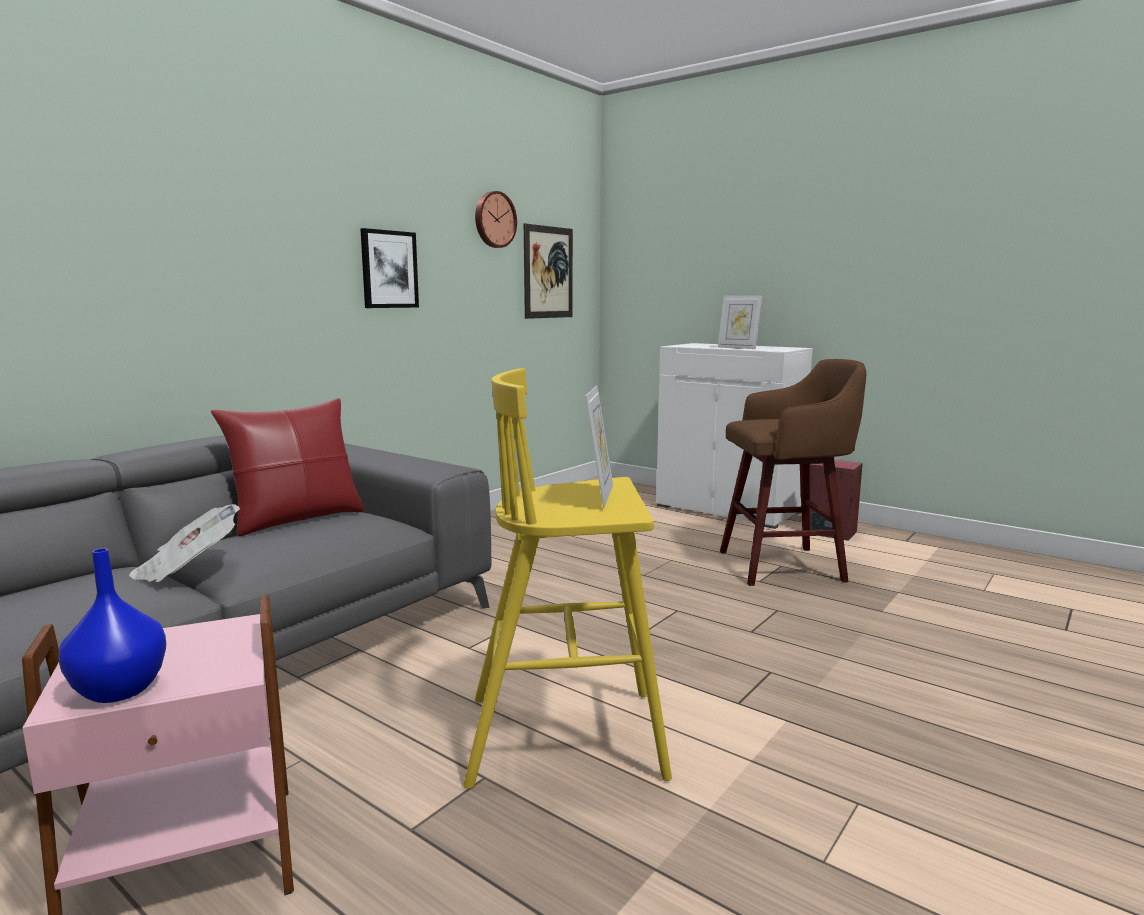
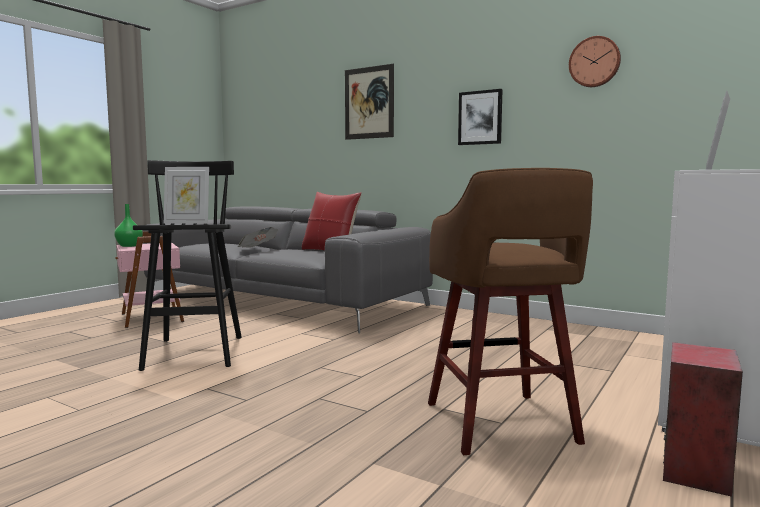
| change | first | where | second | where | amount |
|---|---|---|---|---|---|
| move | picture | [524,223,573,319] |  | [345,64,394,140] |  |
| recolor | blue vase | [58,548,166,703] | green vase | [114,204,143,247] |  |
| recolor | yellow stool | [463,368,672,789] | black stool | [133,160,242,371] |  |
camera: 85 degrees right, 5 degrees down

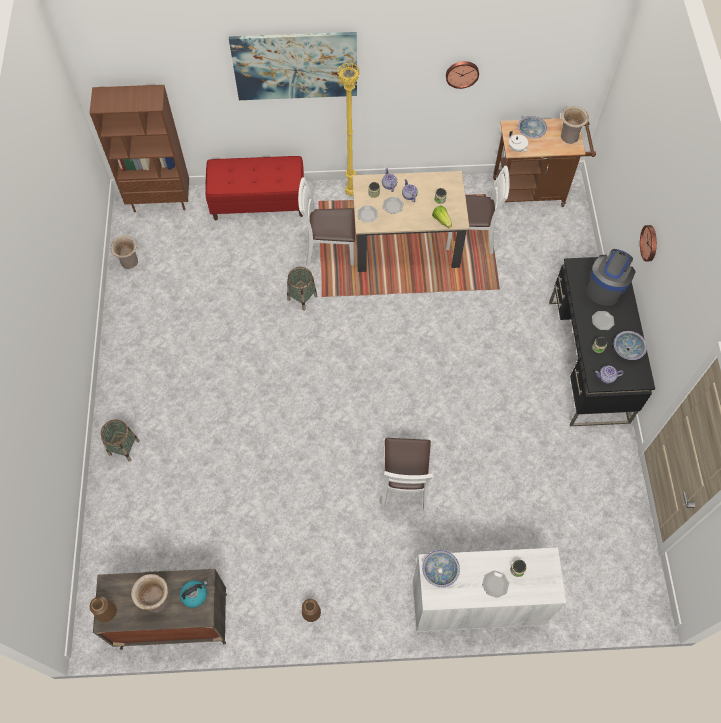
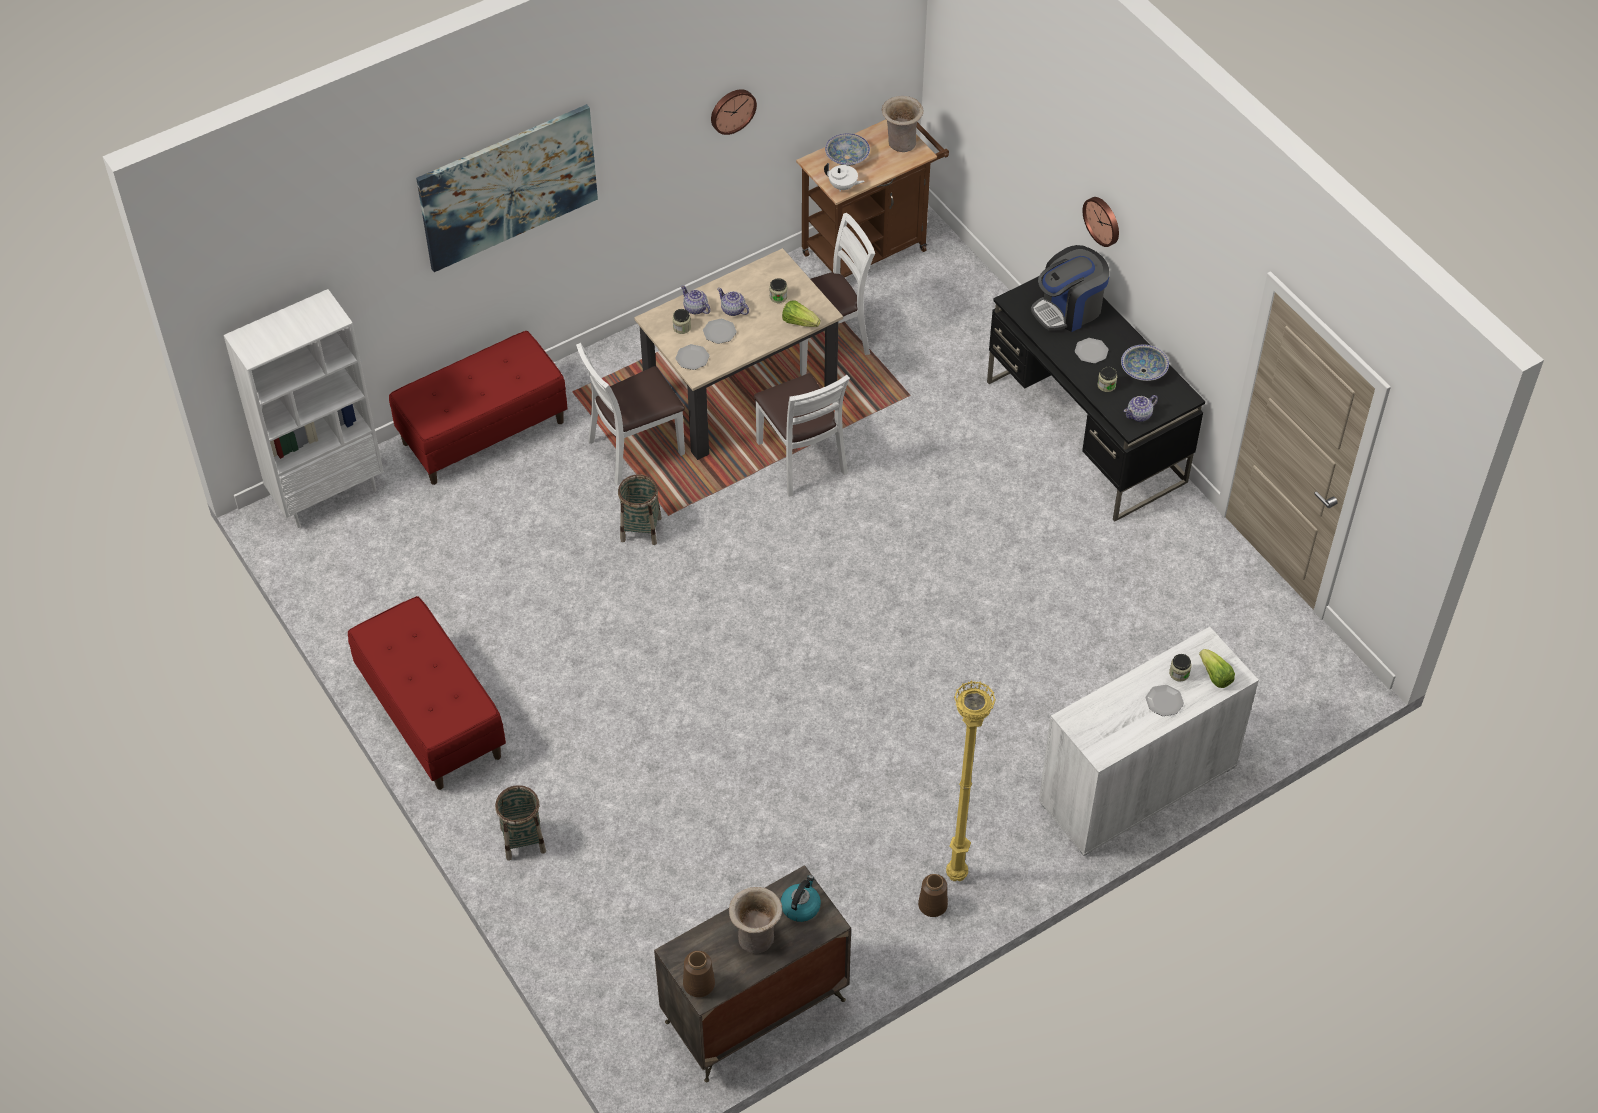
| change | first | where | second | where | amount |
|---|---|---|---|---|---|
| delete | beige vase | [110,235,138,269] |  |  |  |
| delete | bowl | [422,550,460,588] |  |  |  |
| insert |  |  | red bench | [348,596,506,790] |  |
| insert |  |  | lettuce | [1199,649,1235,688] |  |
| move | yellow floor lamp | [337,63,360,196] |  | [946,681,996,881] |  |
| move | white chair | [381,438,433,511] |  | [754,373,850,497] |  |
| recolor | brown bookcase | [89,85,189,212] | white bookcase | [224,289,384,528] |  |
| rotate | coffee machine | [587,249,636,306] |  | [1031,245,1110,332] | 120 degrees counterclockwise |
camera: 30 degrees left, 10 degrees down

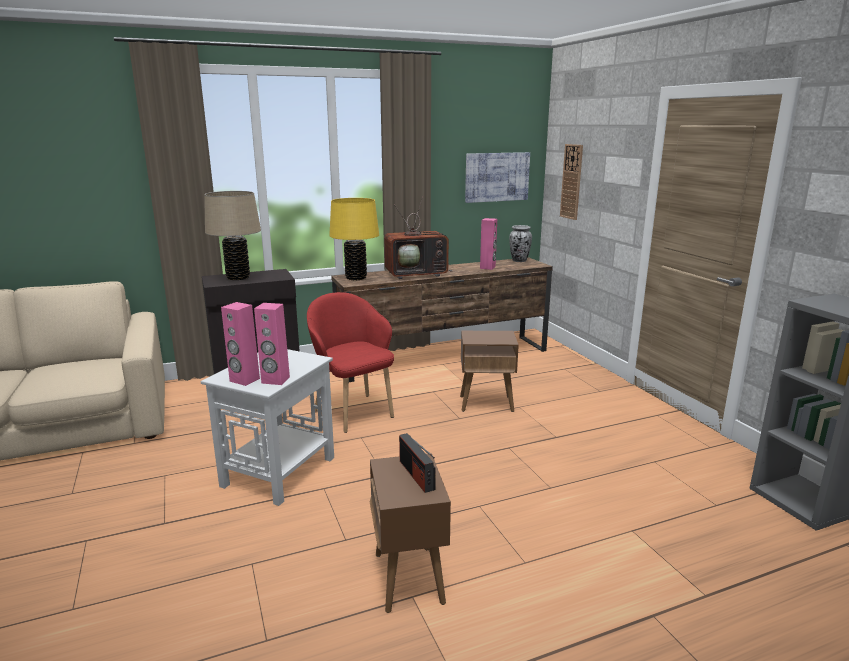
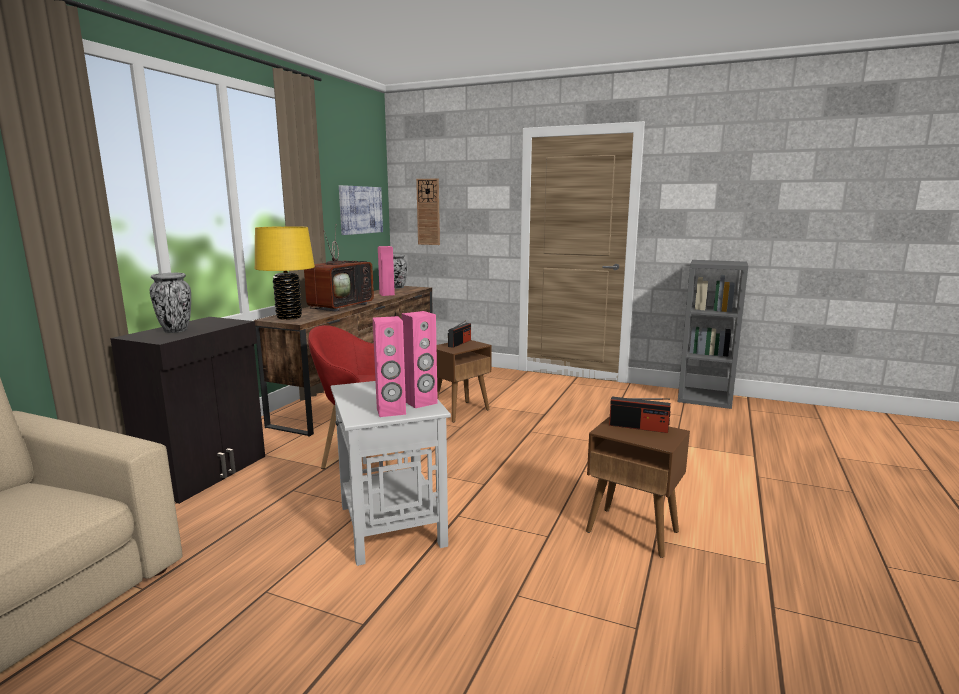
| change | first | where | second | where | amount |
|---|---|---|---|---|---|
| insert |  |  | radio | [448,320,471,348] |  |
| replace | beige table lamp | [204,191,261,280] | vase | [150,273,191,333] |  |
camera: 45 degrees left, 5 degrees down

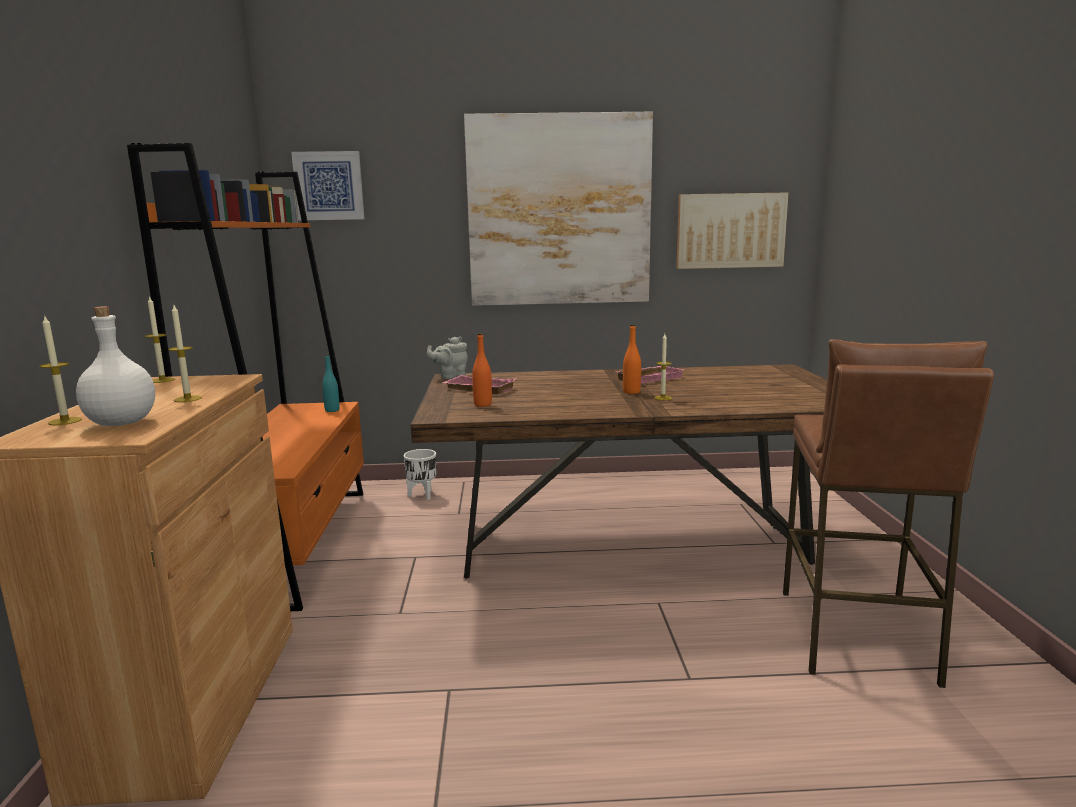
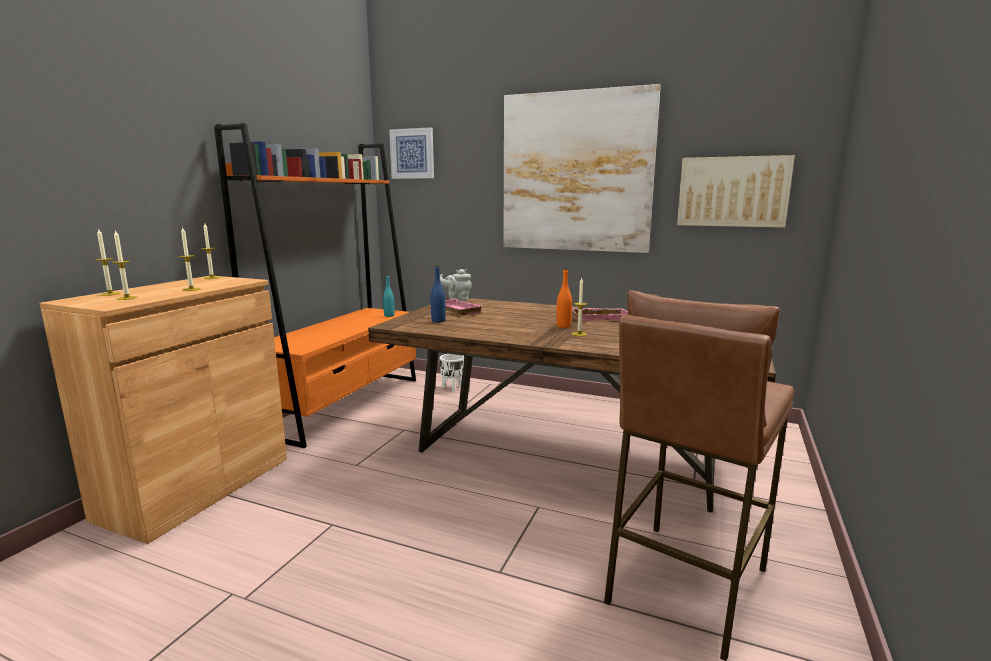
| change | first | where | second | where | amount |
|---|---|---|---|---|---|
| replace | white bottle | [76,306,155,426] | candle | [112,230,138,300] |  |
| recolor | orange bottle | [472,333,492,407] | blue bottle | [431,265,446,323] |  |
camera: 25 degrees right, 0 degrees up

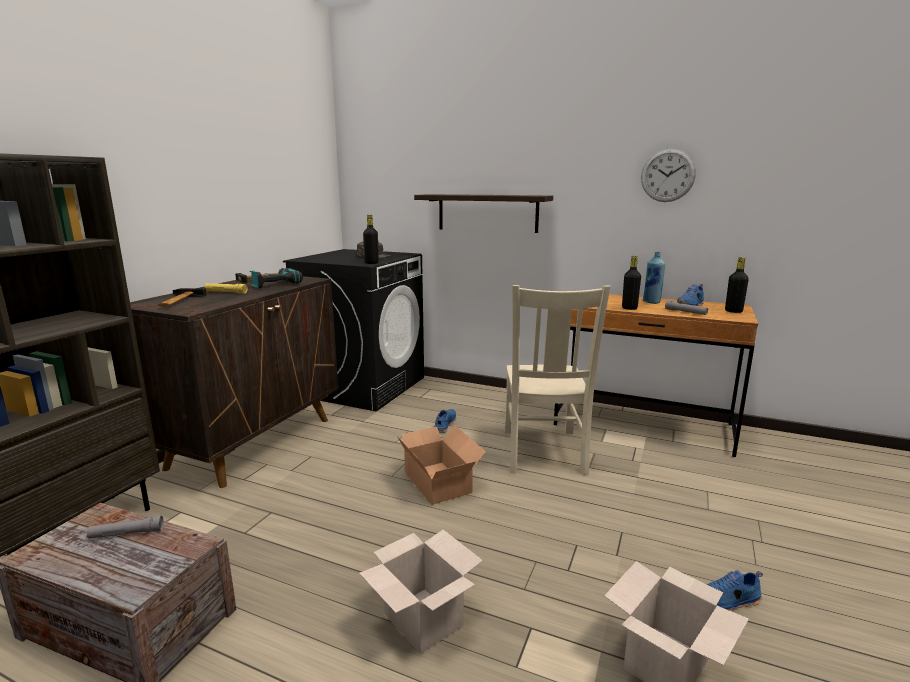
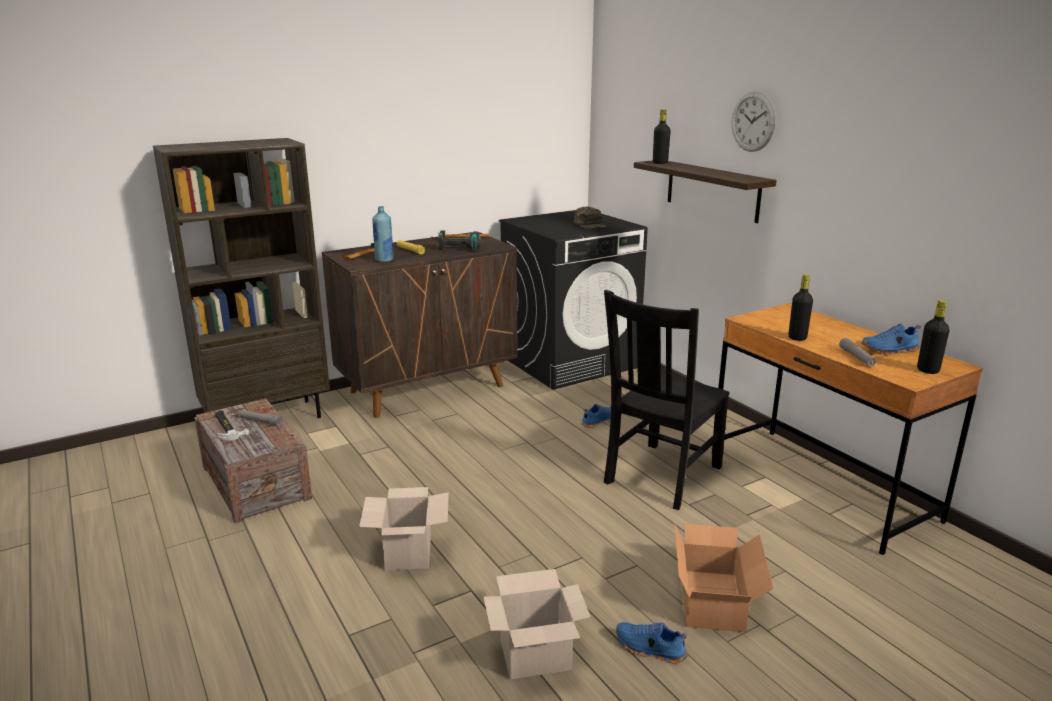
| change | first | where | second | where | amount |
|---|---|---|---|---|---|
| insert |  |  | hammer | [215,411,250,440] |  |
| move | black bottle | [363,215,379,264] |  | [653,109,671,164] |  |
| move | cardboard box | [396,425,486,505] |  | [674,523,774,632] |  |
| move | wall clock | [641,149,696,202] |  | [732,92,776,152] |  |
| move | blue bottle | [643,252,666,304] |  | [372,206,394,262] |  |
| recolor | beige chair | [504,285,611,475] | black chair | [604,290,730,510] |  |
camera: 35 degrees right, 5 degrees up

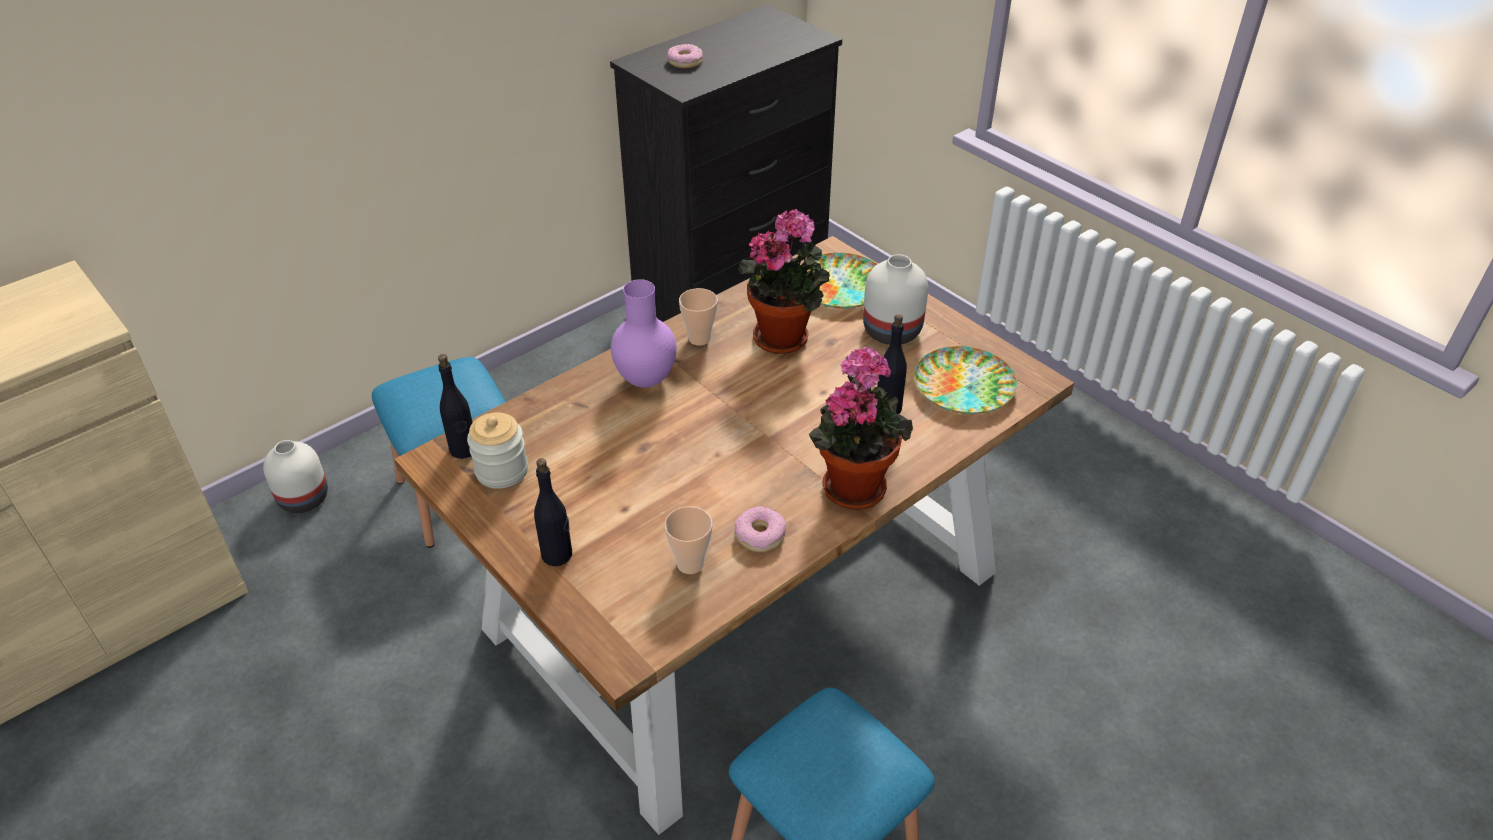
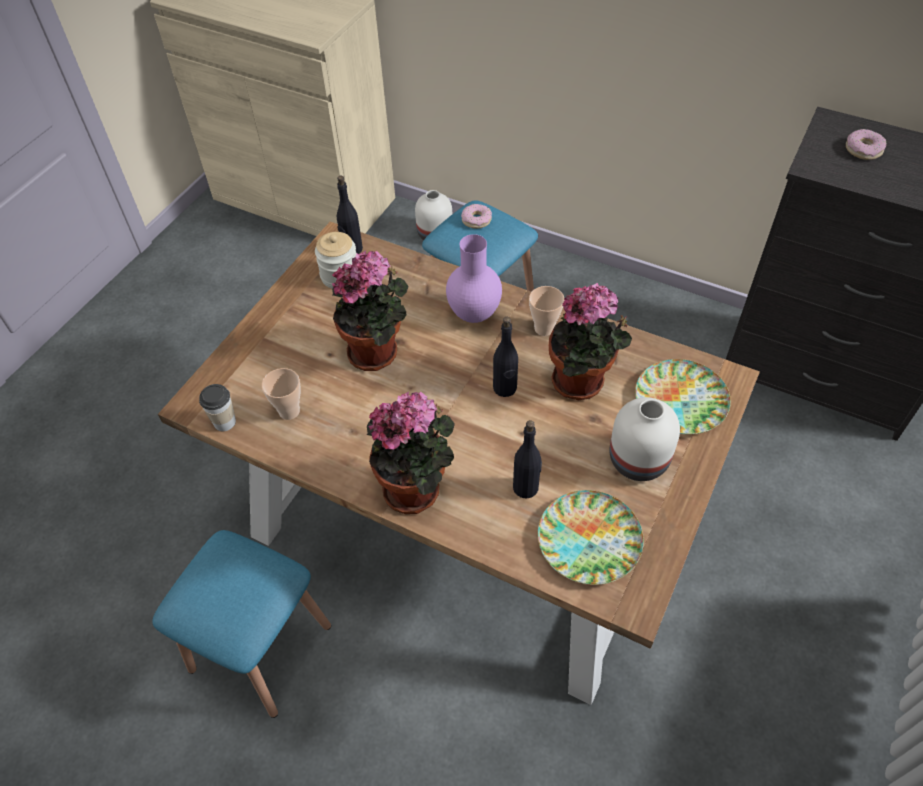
| change | first | where | second | where | amount |
|---|---|---|---|---|---|
| insert |  |  | cup | [199,384,236,431] |  |
| insert |  |  | potted plant | [332,251,409,371] |  |
| move | black bottle | [534,458,572,566] |  | [493,317,518,397] |  |
| move | donut | [735,506,786,552] |  | [461,204,492,229] |  |
camera: 70 degrees right, 10 degrees up

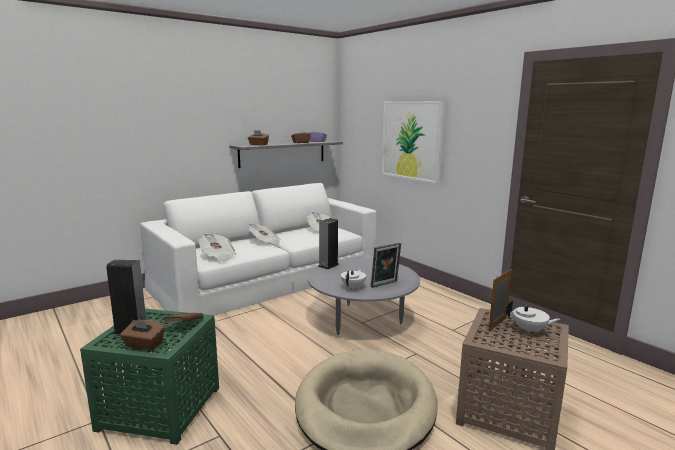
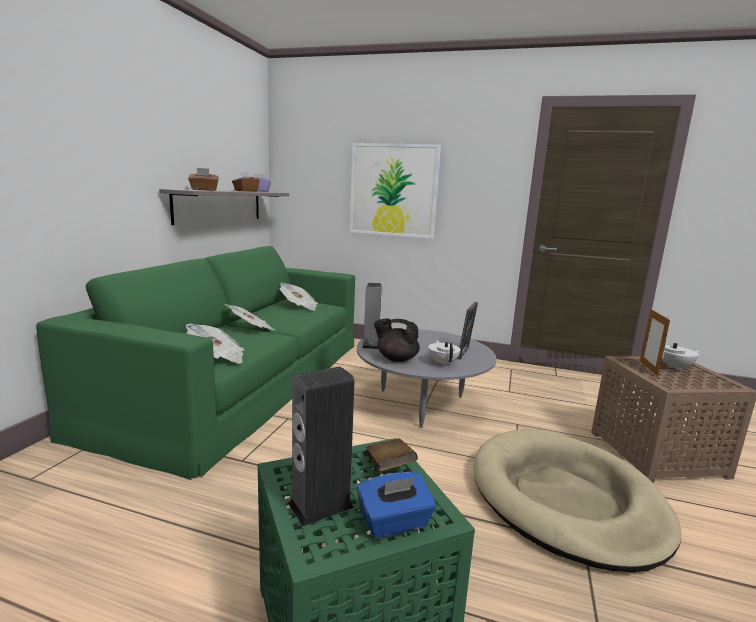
| change | first | where | second | where | amount |
|---|---|---|---|---|---|
| insert |  |  | black teapot | [374,319,420,362] |  |
| recolor | brown tissue box | [120,320,165,350] | blue tissue box | [357,472,436,538] |  |
| recolor | white sofa | [140,183,376,315] | green sofa | [36,246,355,480] |  |
camera: 35 degrees left, 0 degrees up

